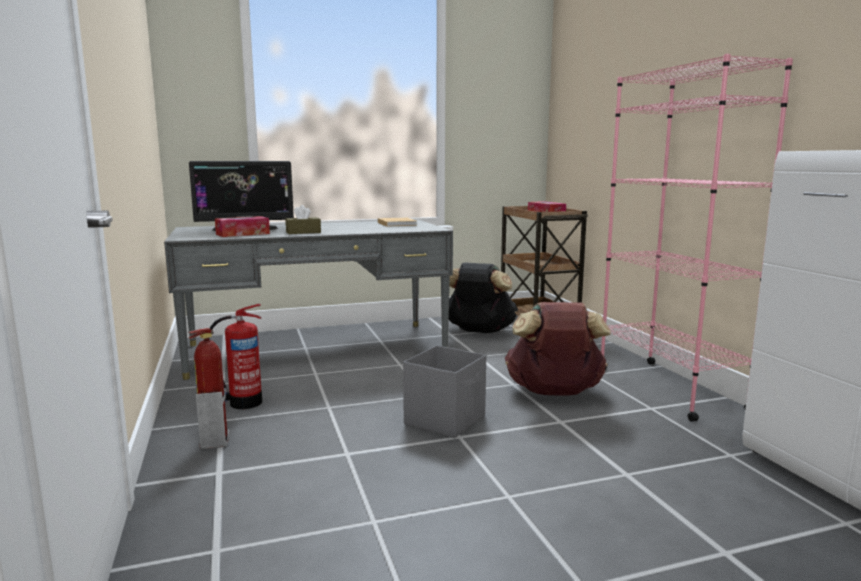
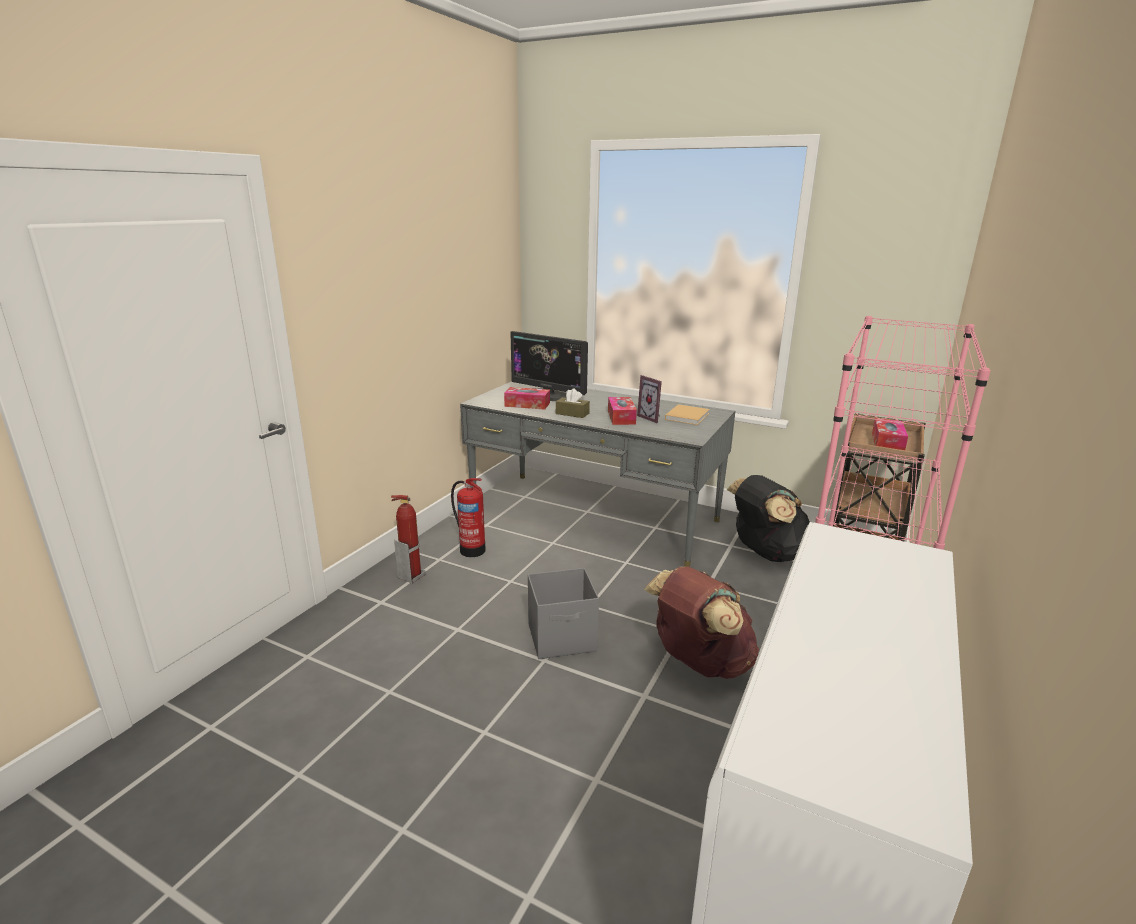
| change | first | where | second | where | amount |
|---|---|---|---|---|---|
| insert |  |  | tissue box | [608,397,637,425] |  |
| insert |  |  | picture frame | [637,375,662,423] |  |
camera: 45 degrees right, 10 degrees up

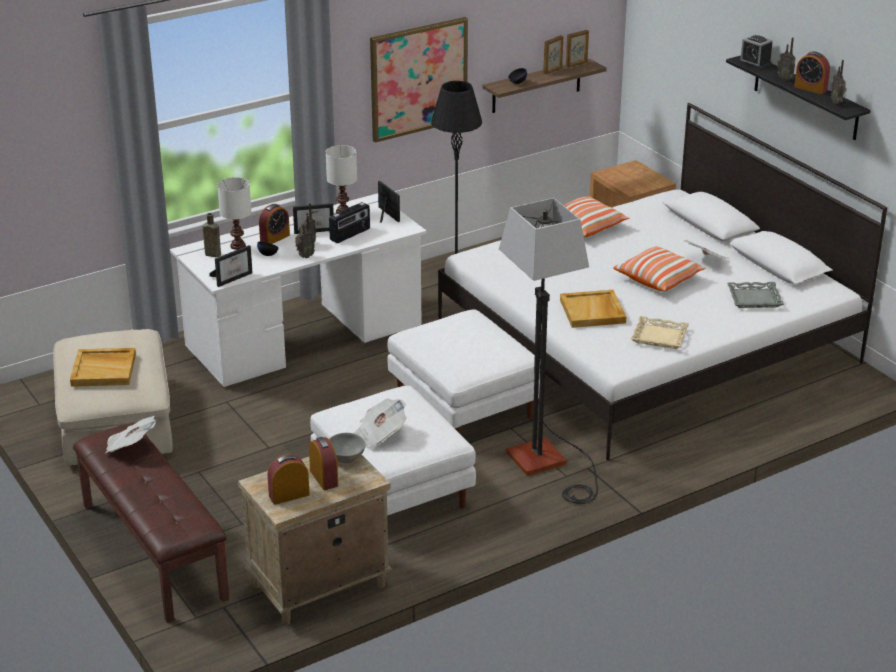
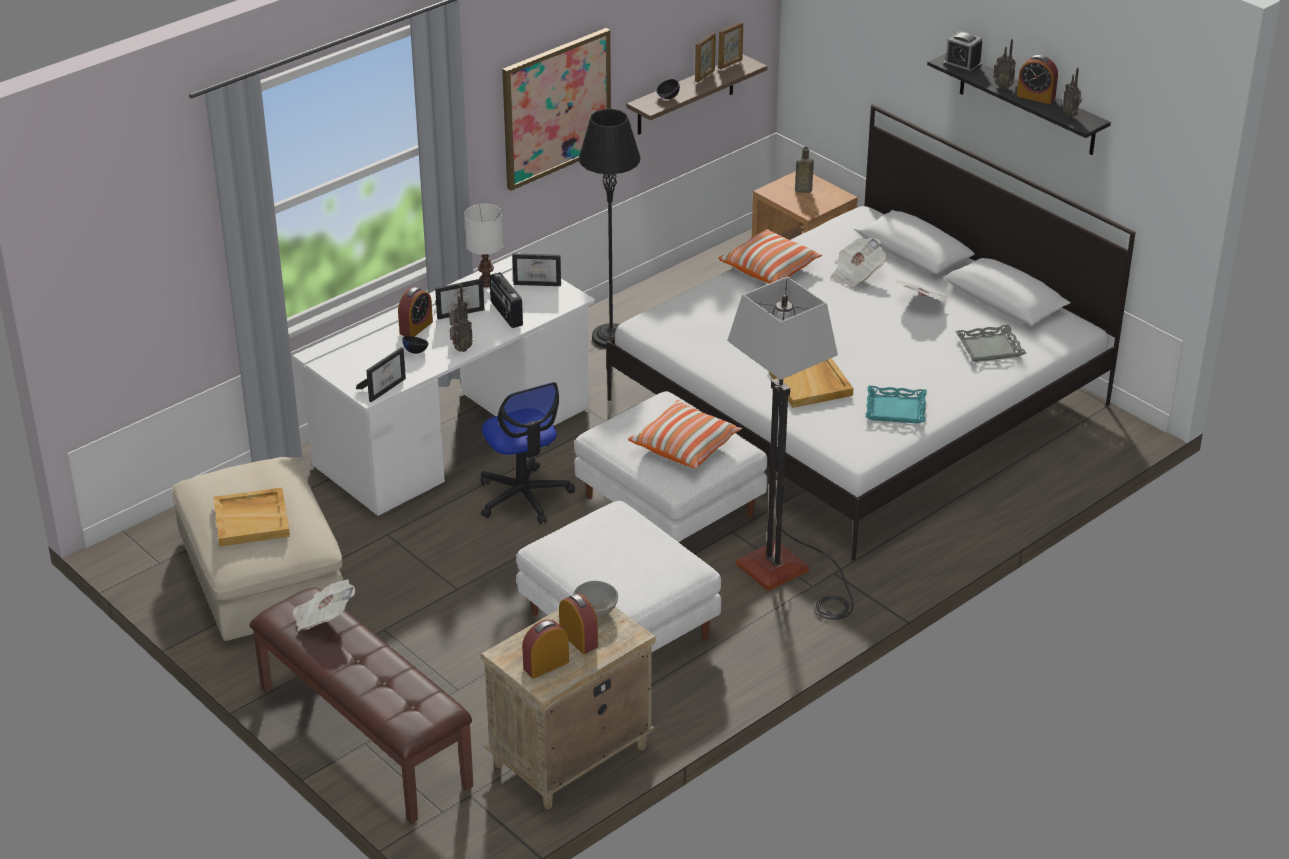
| change | first | where | second | where | amount |
|---|---|---|---|---|---|
| delete | white table lamp | [217,177,252,250] |  |  |  |
| insert |  |  | office chair | [481,382,575,524] |  |
| move | brown bottle | [203,213,221,257] |  | [795,147,814,193] |  |
| move | newspaper | [353,398,406,448] |  | [830,238,886,287] |  |
| move | pillow | [613,246,706,291] |  | [628,400,742,469] |  |
| recolor | beige tray | [631,316,689,349] | turquoise tray | [865,386,927,424] |  |
| rotate | radio | [329,202,370,243] |  | [490,272,523,328] | 120 degrees clockwise |
| rotate | picture frame | [378,181,400,223] |  | [512,253,561,286] | 135 degrees clockwise |
camera: 10 degrees left, 5 degrees up

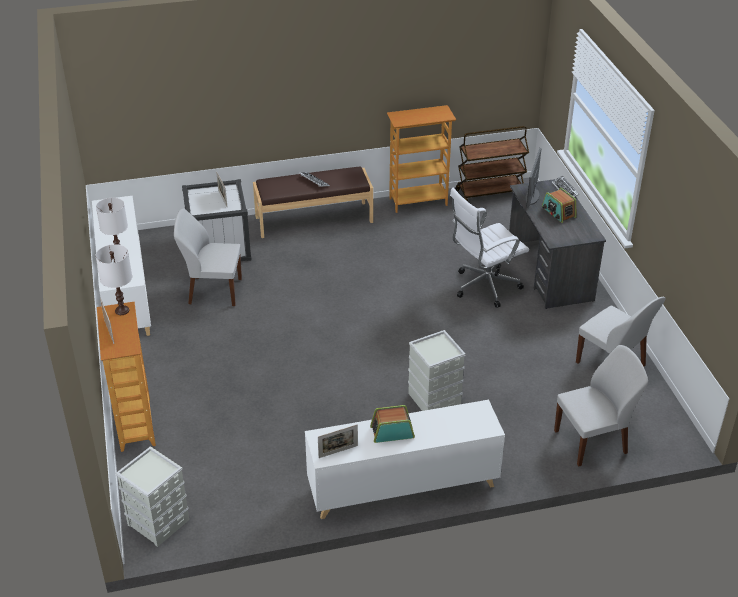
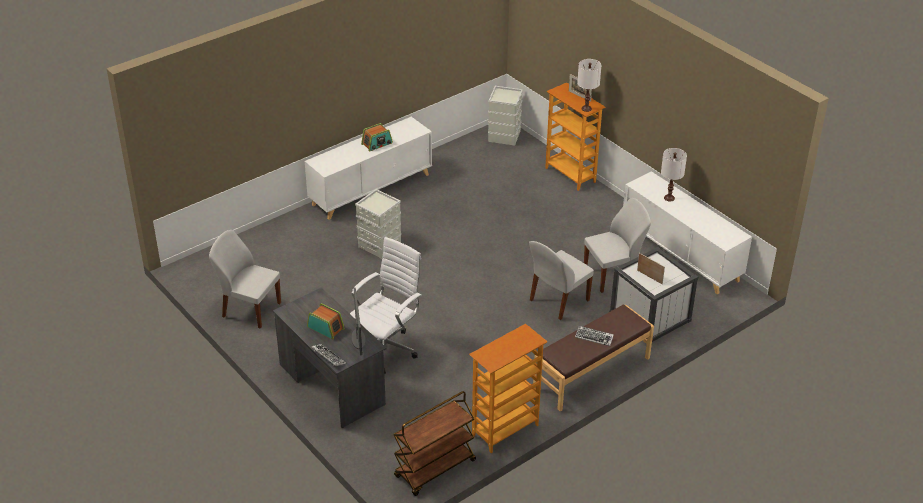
| change | first | where | second | where | amount |
|---|---|---|---|---|---|
| delete | picture frame | [318,424,358,458] |  |  |  |
| move | white chair | [554,345,648,467] |  | [529,241,594,320] |  |
camera: 155 degrees right, 0 degrees up

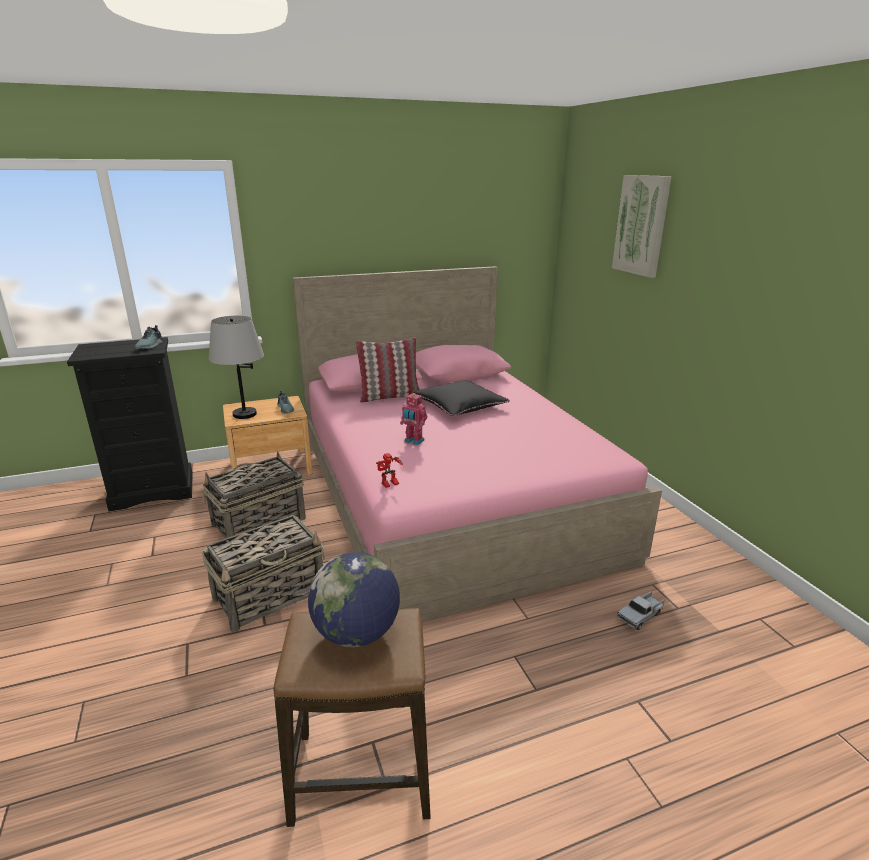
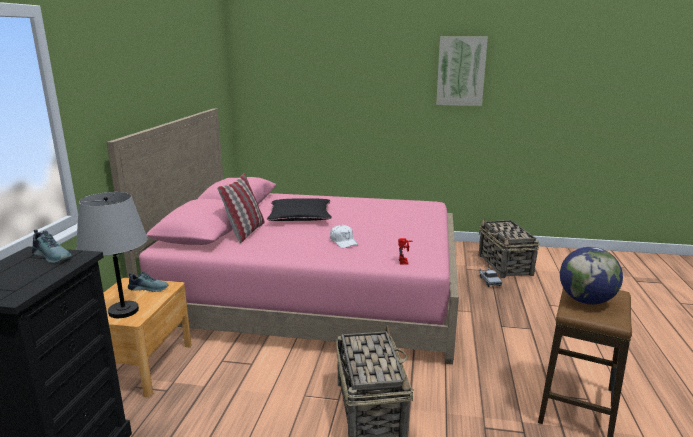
| change | first | where | second | where | amount |
|---|---|---|---|---|---|
| move | basket | [203,451,306,538] |  | [479,218,539,278] |  |
| move | picture | [612,175,672,278] |  | [436,37,488,106] |  |
| replace | toy robot | [400,393,427,445] | white cap | [330,225,358,248] |  |
camera: 60 degrees left, 5 degrees down

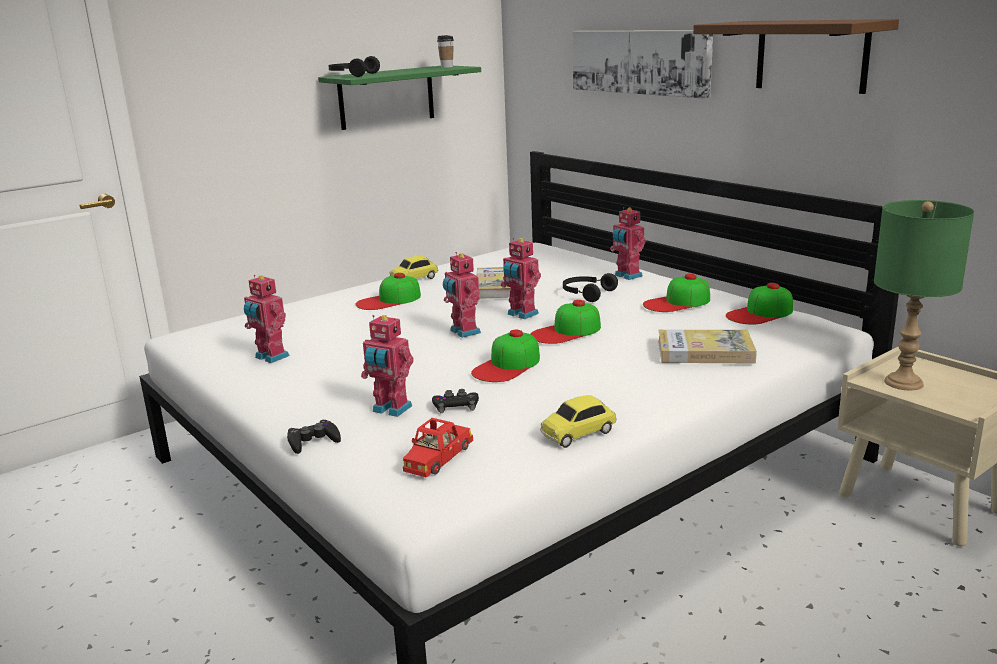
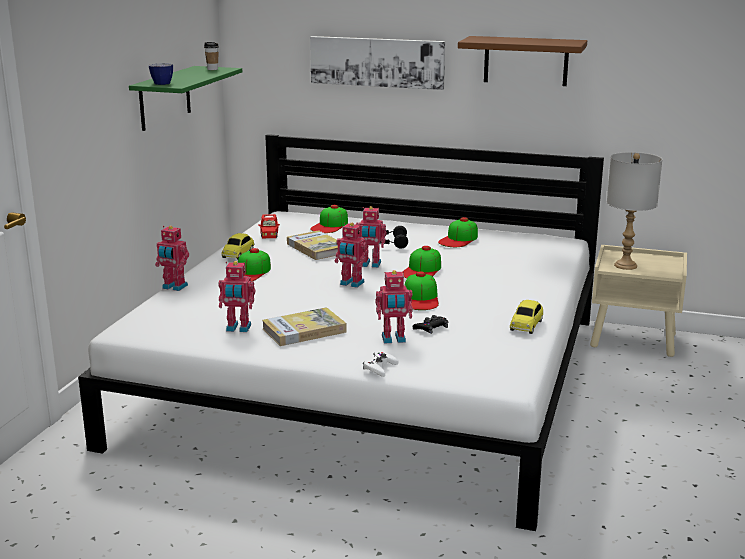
| change | first | where | second | where | amount |
|---|---|---|---|---|---|
| move | red toy car | [403,418,473,477] |  | [258,214,280,238] |  |
| move | toy robot | [610,207,646,280] |  | [155,226,189,291] |  |
| move | book | [658,330,757,363] |  | [262,307,346,346] |  |
| move | cap | [726,283,793,325] |  | [310,205,348,233] |  |
| replace | black headphones | [328,56,380,77] | cup | [149,63,173,85] |  |
| recolor | black game controller | [287,420,341,454] | white game controller | [363,352,398,377] |  |
| recolor | green table lamp | [874,200,974,390] | grey table lamp | [607,152,663,270] |  |
camera: 35 degrees left, 0 degrees up

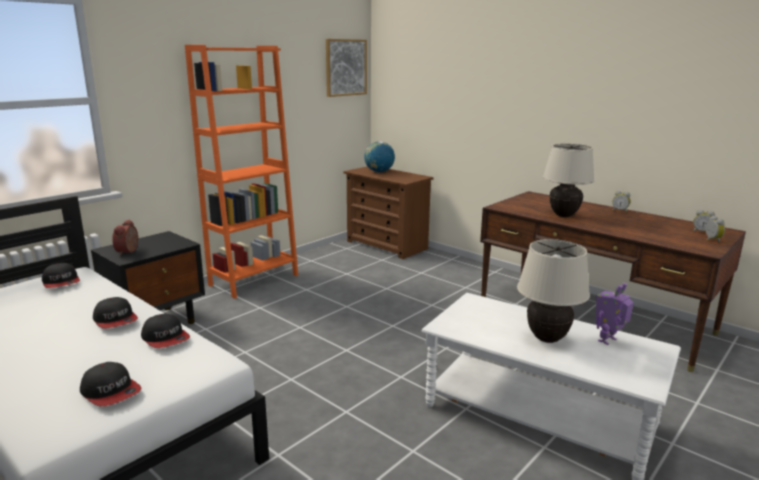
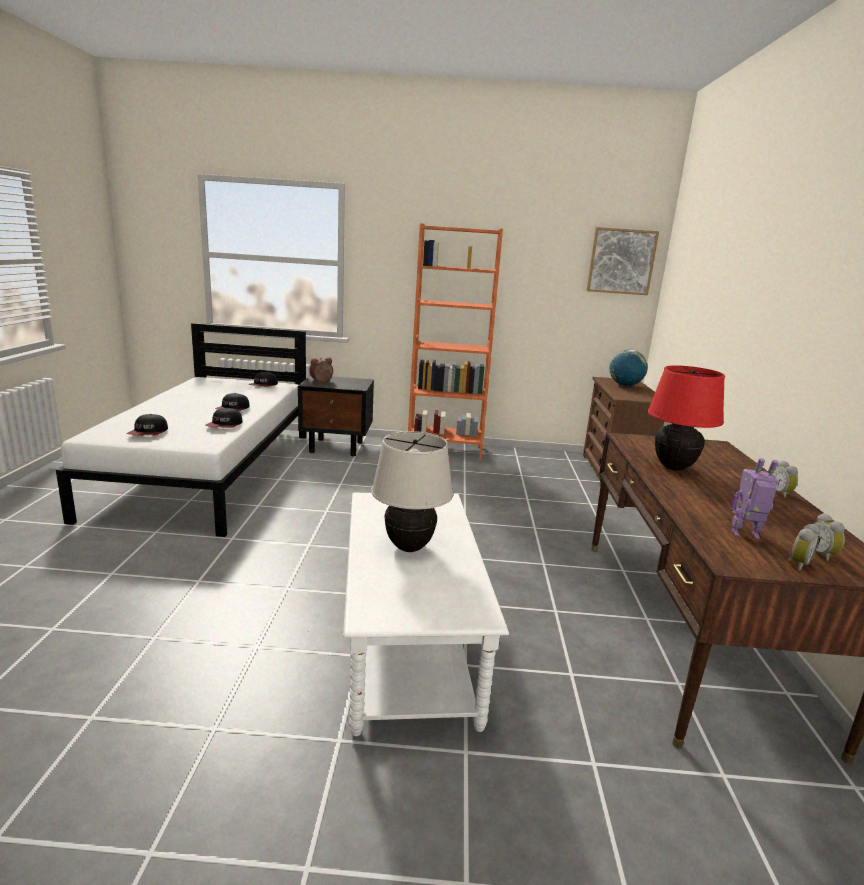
| change | first | where | second | where | amount |
|---|---|---|---|---|---|
| move | toy robot | [596,283,634,345] |  | [731,458,779,539] |  |
| recolor | beige table lamp | [543,144,595,217] | red table lamp | [647,365,725,471] |  |
camera: 50 degrees right, 0 degrees up

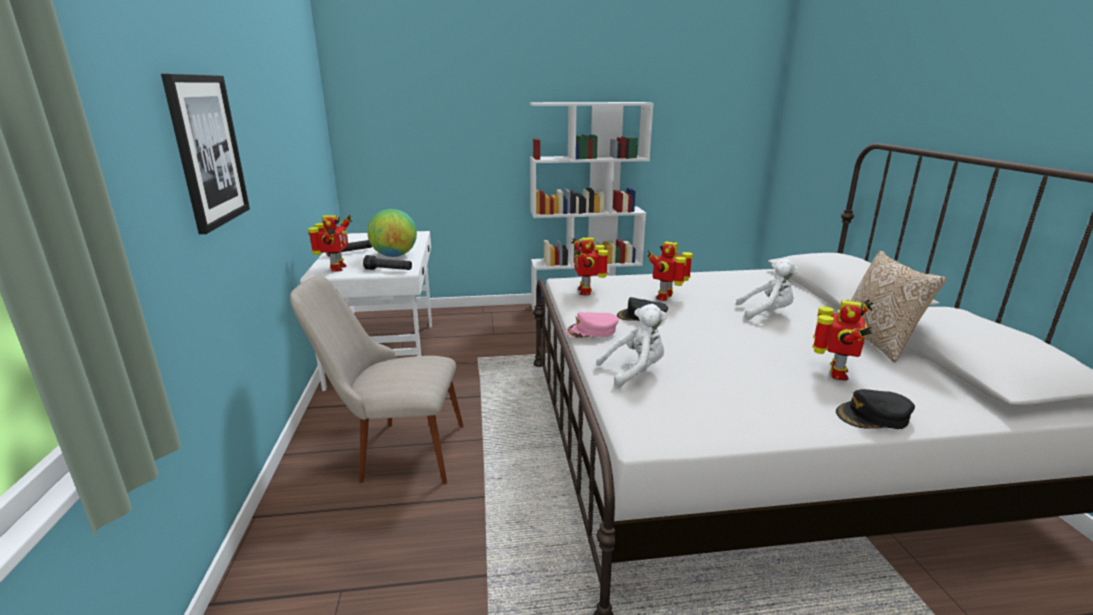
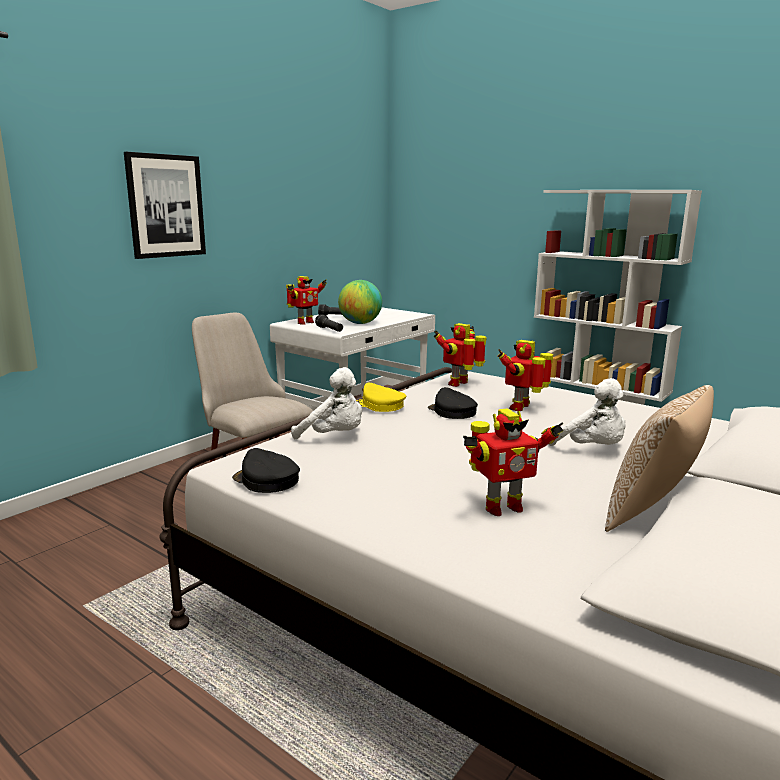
| change | first | where | second | where | amount |
|---|---|---|---|---|---|
| move | black cap | [836,389,915,429] |  | [232,448,300,493] |  |
| recolor | pink cap | [566,312,619,338] | yellow cap | [356,383,406,412] |  |
| rotate | toy robot | [647,241,693,301] |  | [498,340,553,411] | 45 degrees counterclockwise |
camera: 45 degrees right, 5 degrees down

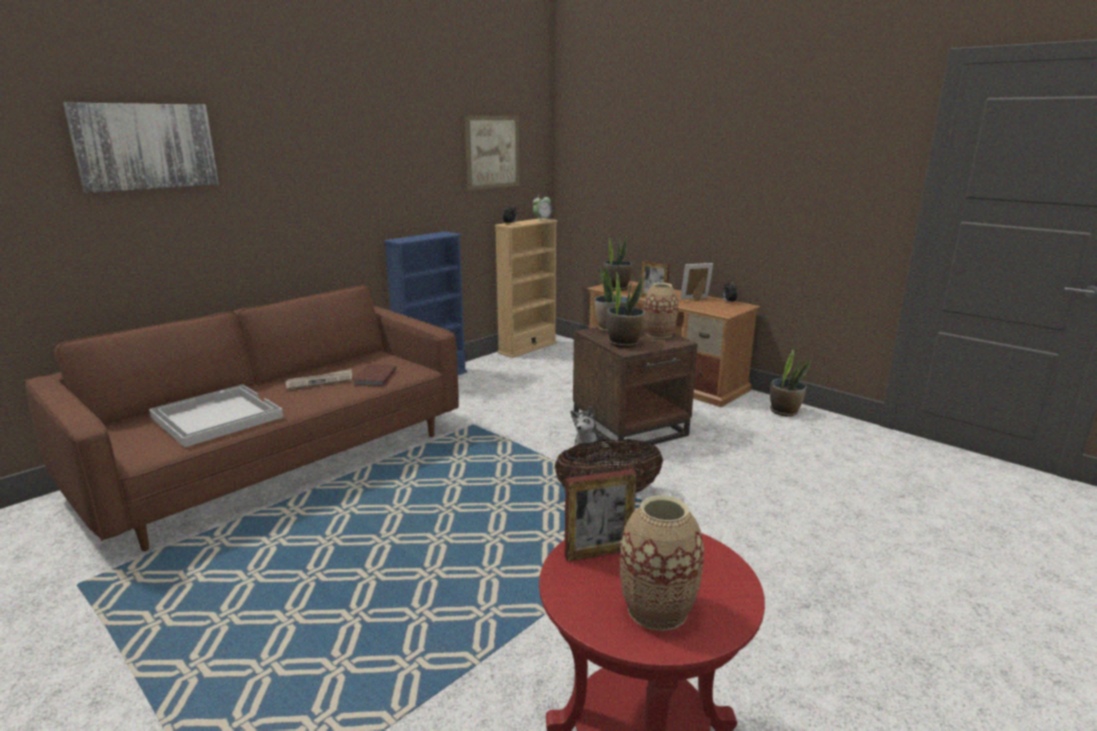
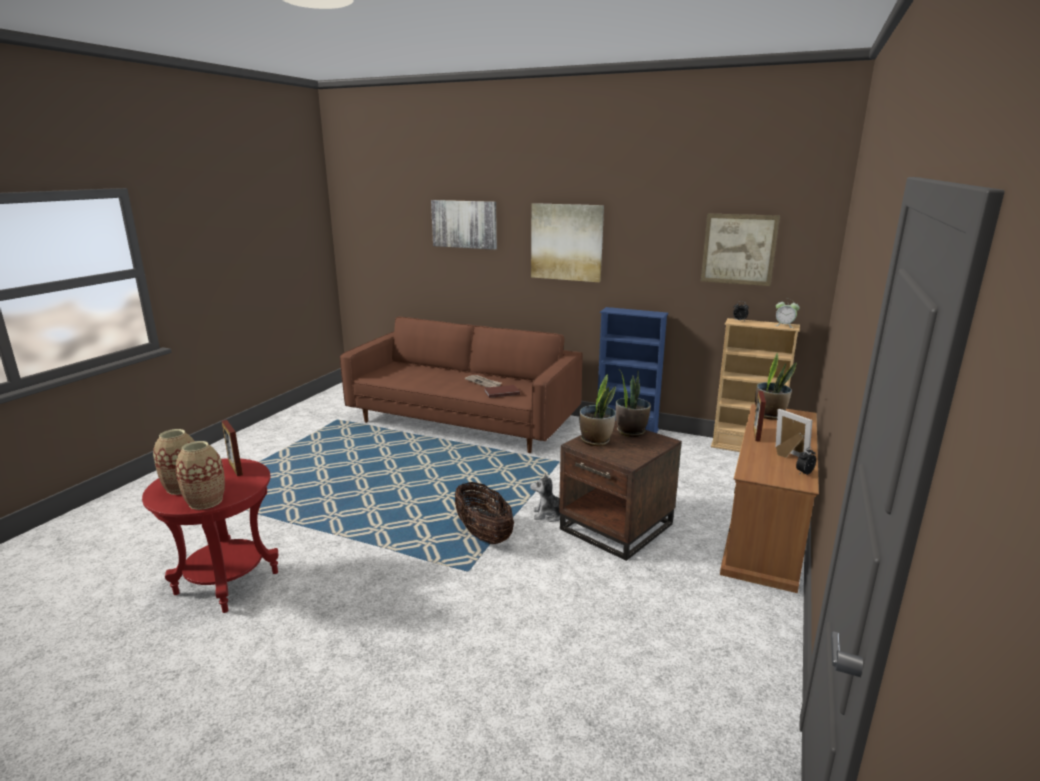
| change | first | where | second | where | amount |
|---|---|---|---|---|---|
| delete | white tray | [149,385,283,447] |  |  |  |
| delete | potted plant | [770,349,811,416] |  |  |  |
| insert |  |  | picture | [531,203,604,282] |  |
| move | vase | [643,283,678,338] |  | [176,441,225,510] |  |
camera: 70 degrees right, 0 degrees up

